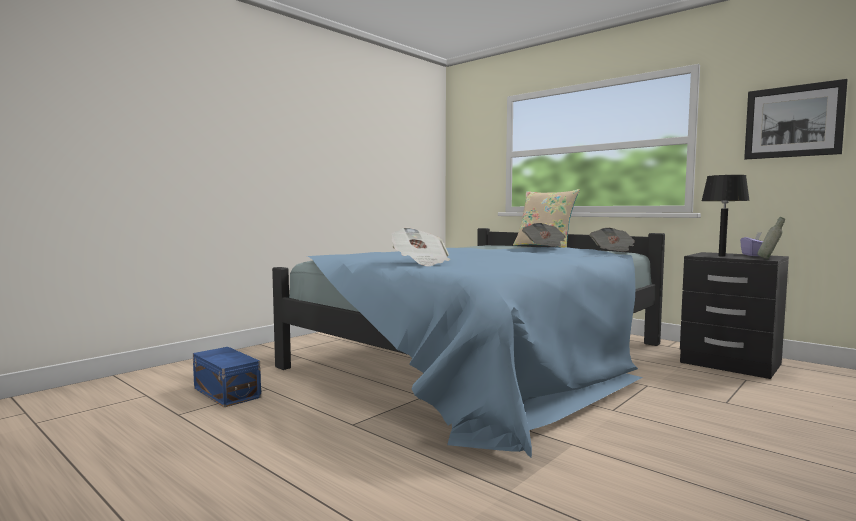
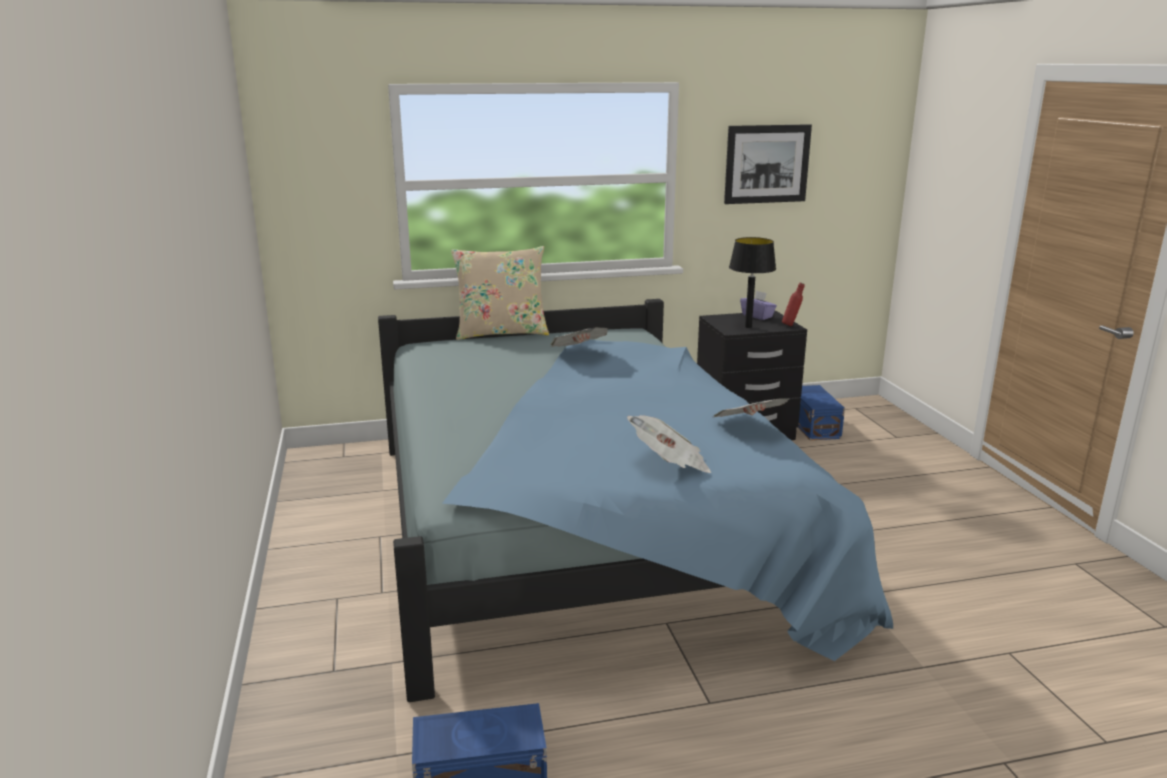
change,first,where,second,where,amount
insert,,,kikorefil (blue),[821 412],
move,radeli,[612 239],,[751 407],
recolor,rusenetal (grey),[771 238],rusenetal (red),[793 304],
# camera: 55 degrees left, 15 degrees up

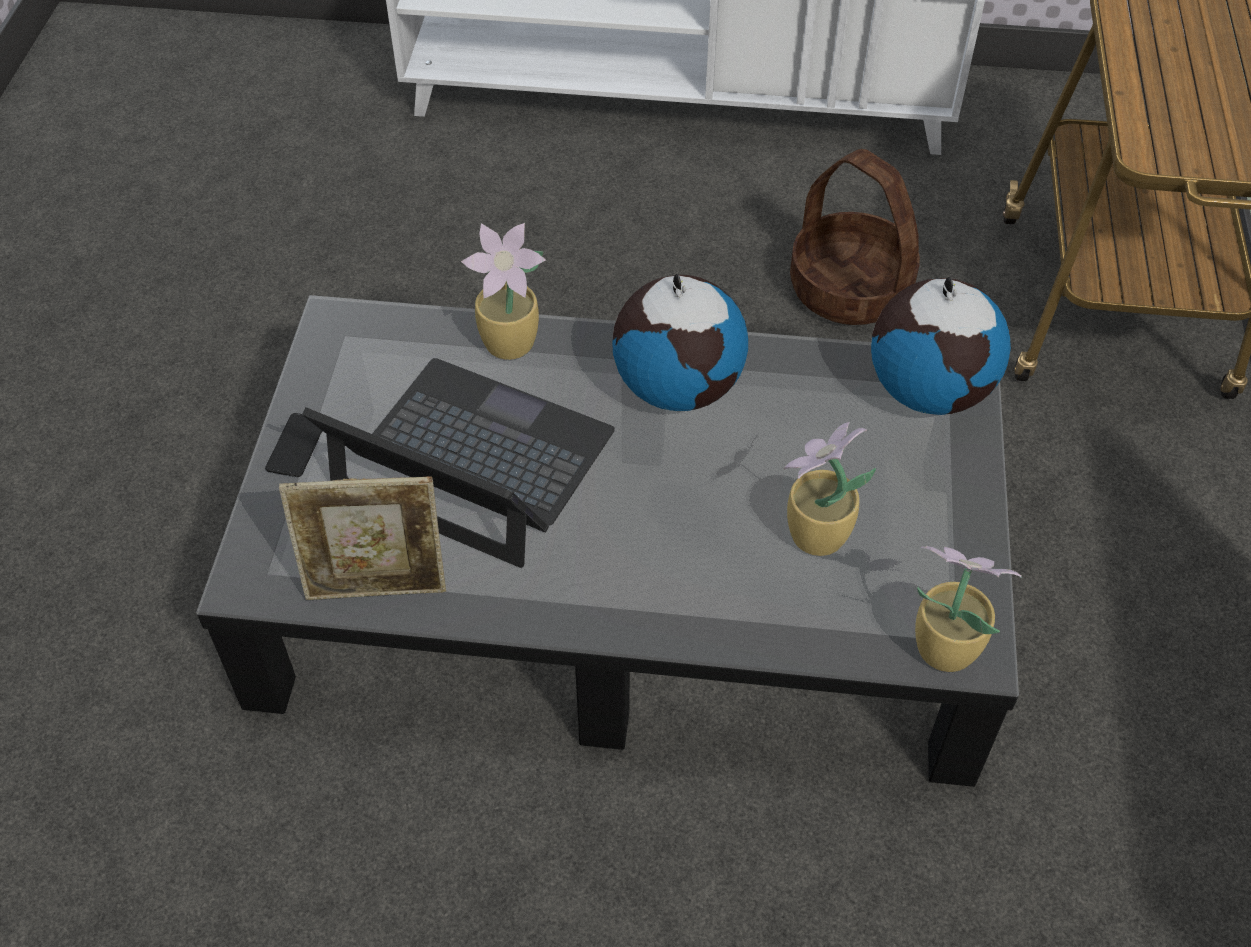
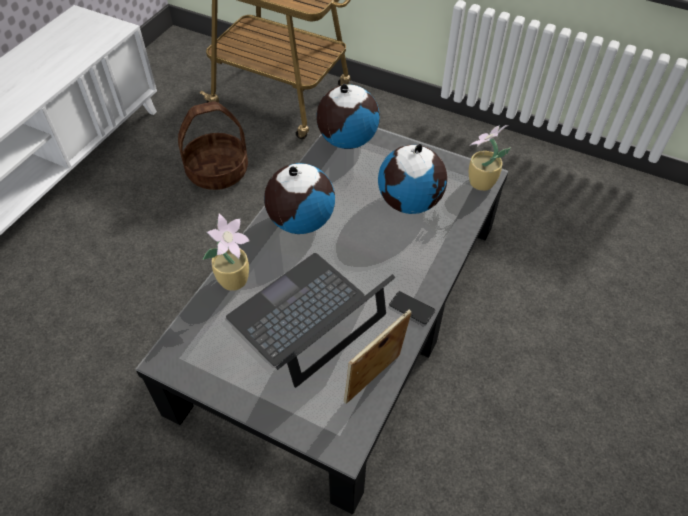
change,first,where,second,where,amount
move,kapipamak,[293 445],,[412 307],
replace,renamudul,[829 489],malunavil,[412 179],
rotate,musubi,[362 538],,[378 356],150 degrees counterclockwise
# camera: 70 degrees left, 0 degrees up

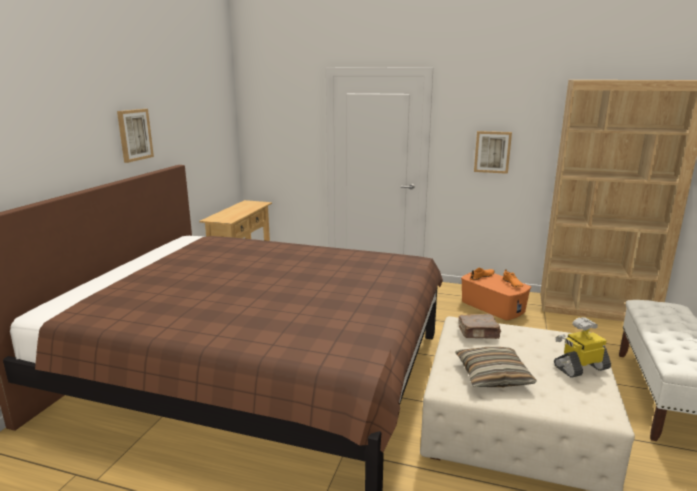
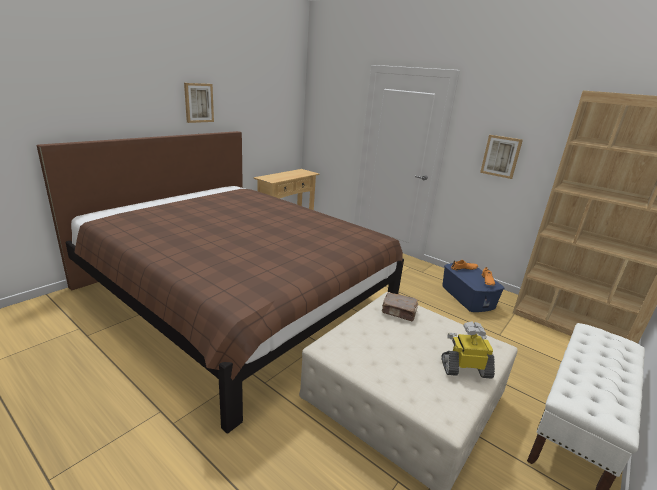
change,first,where,second,where,amount
delete,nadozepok,[496 367],,,
recolor,kikorefil (orange),[496 296],kikorefil (blue),[473 287],
# camera: 20 degrees right, 5 degrees up

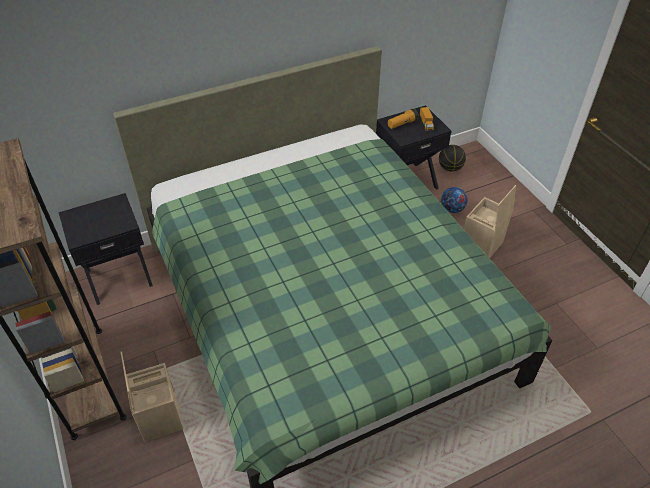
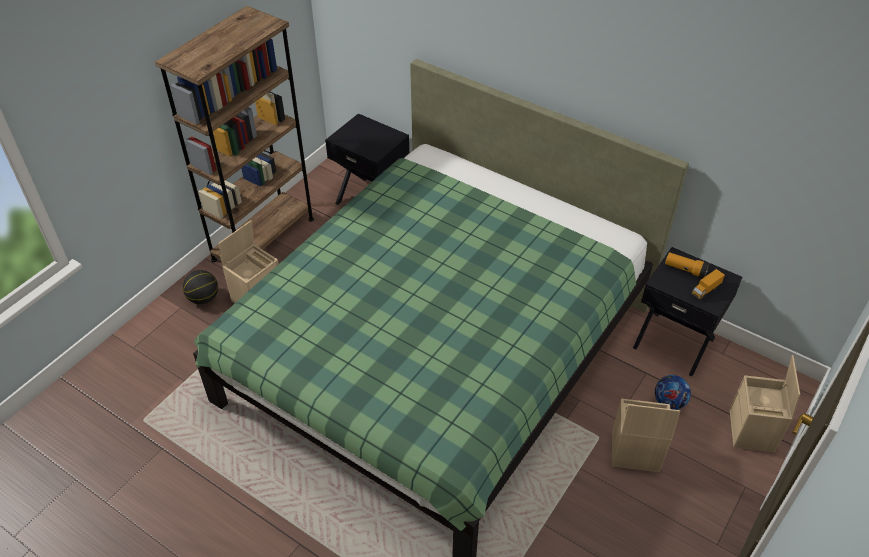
change,first,where,second,where,amount
insert,,,kikorefil (beige),[764 403],
move,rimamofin,[452 158],,[200 287],
# camera: 60 degrees right, 0 degrees up

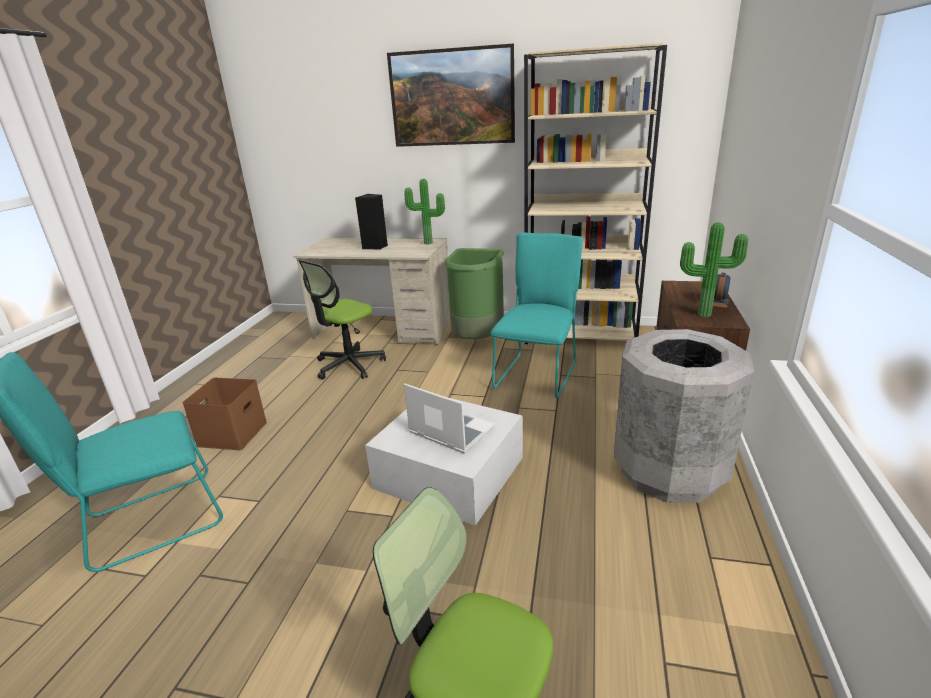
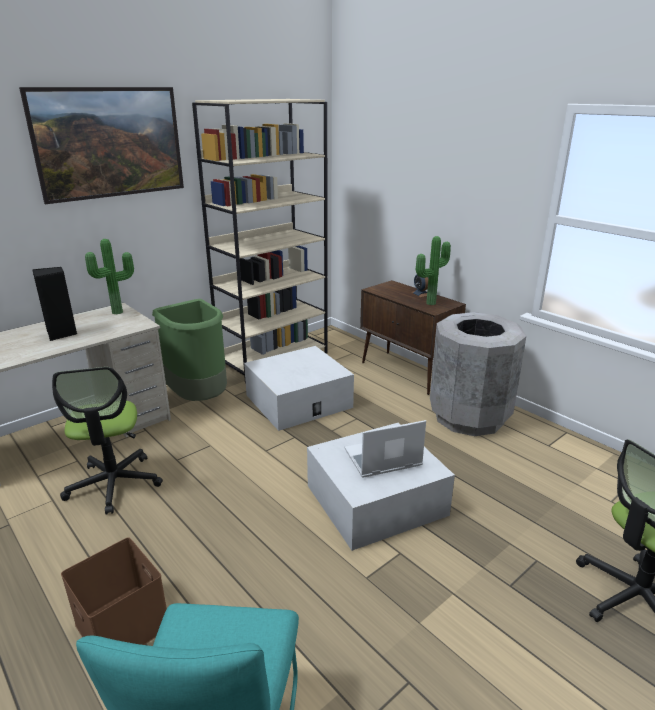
change,first,where,second,where,amount
replace,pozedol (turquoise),[536 315],kikorefil (white),[299 388],
# camera: 55 degrees left, 0 degrees up

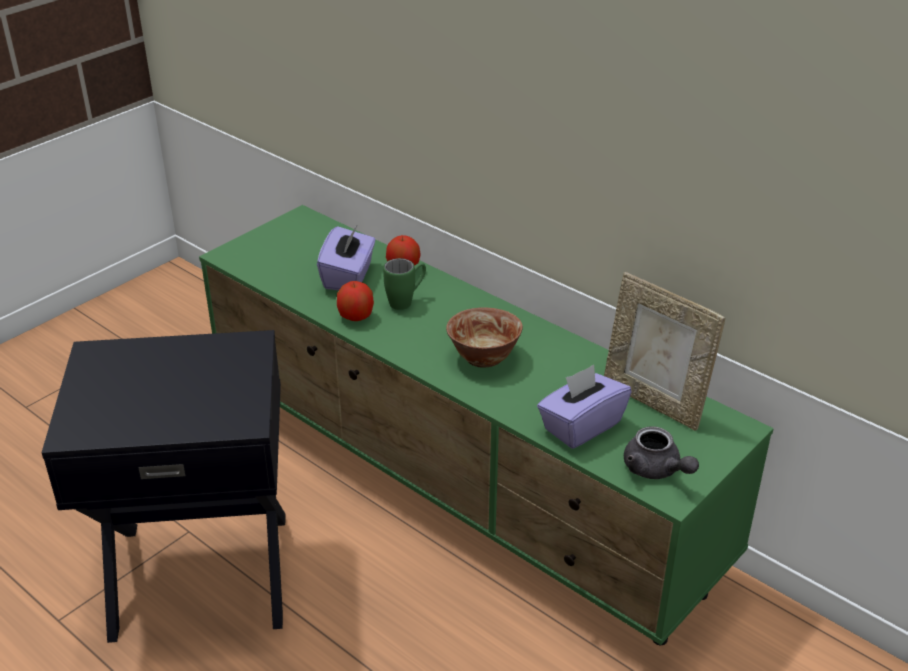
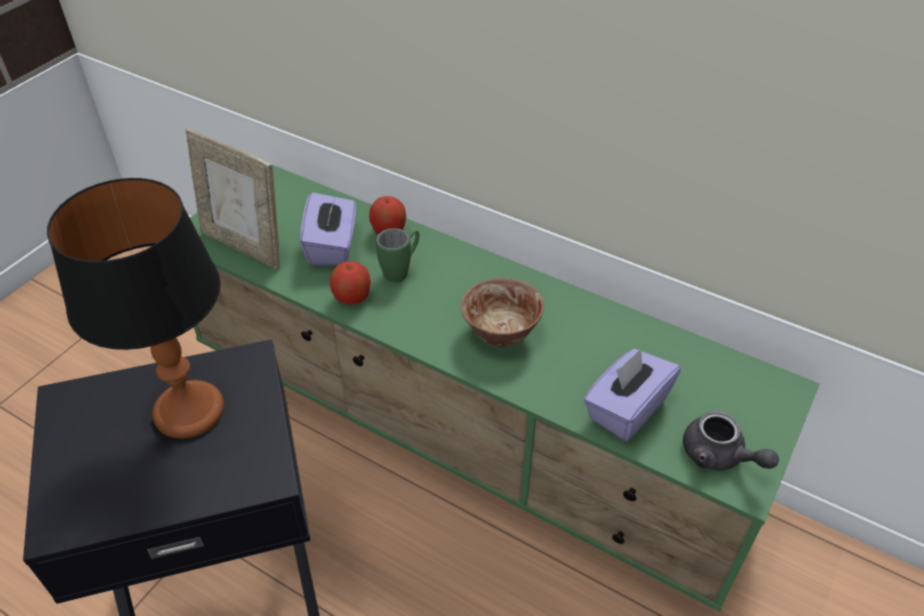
change,first,where,second,where,amount
insert,,,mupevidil,[135 308],
move,musubi,[664 351],,[233 199],
# camera: 10 degrees left, 10 degrees up

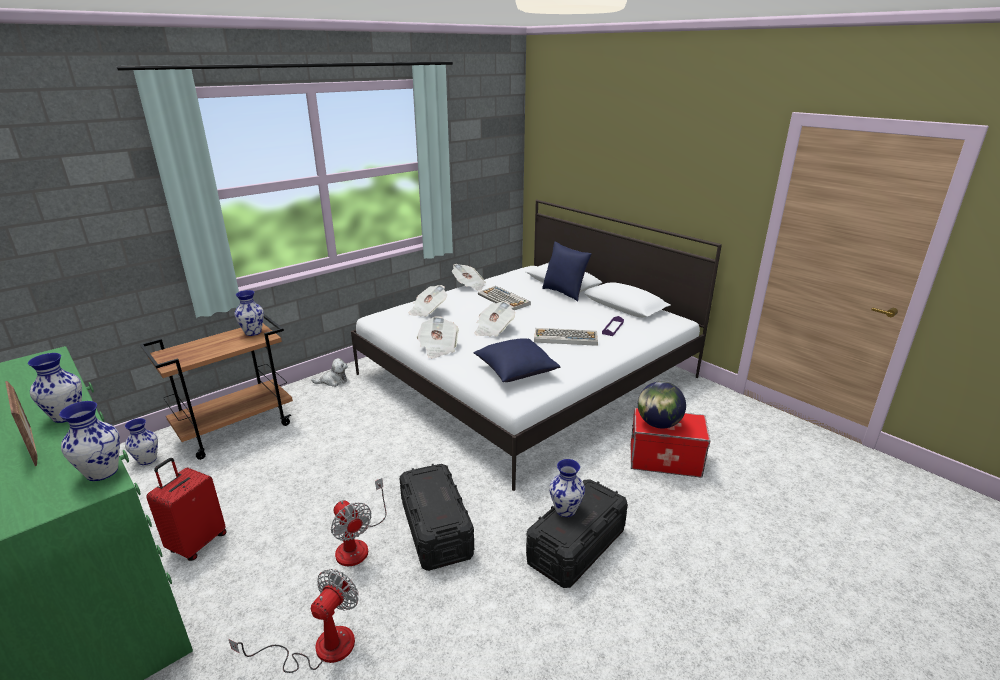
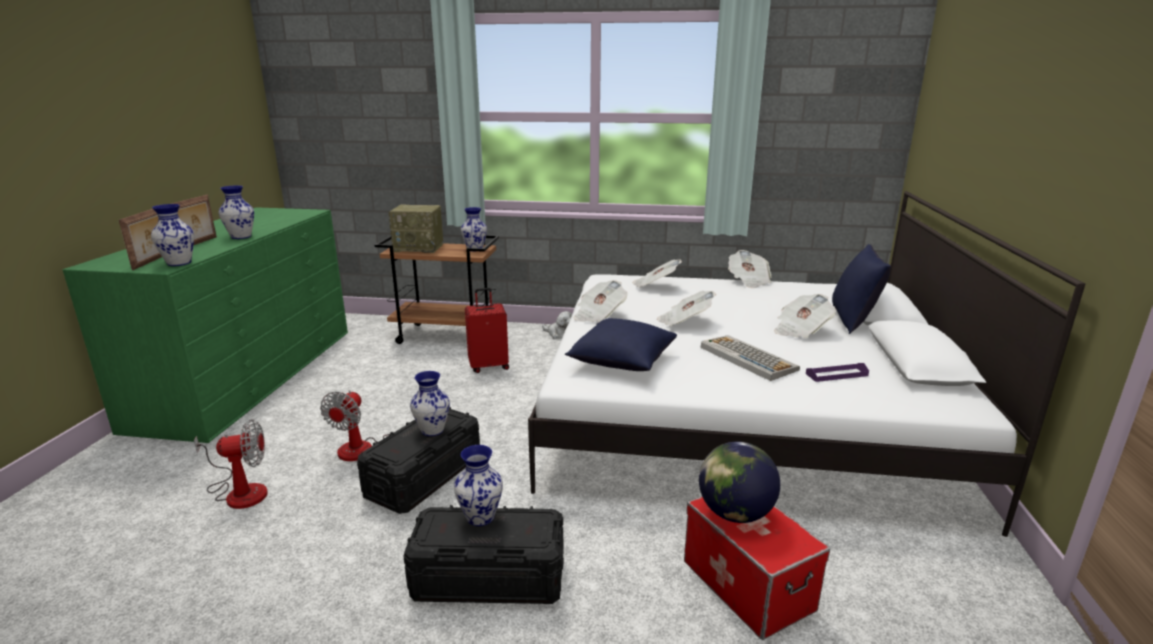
change,first,where,second,where,amount
delete,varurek,[504 298],,,
insert,,,musubi,[140 239],
insert,,,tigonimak,[415 229],
insert,,,radeli,[805 316],
move,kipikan,[141 441],,[430 403],
move,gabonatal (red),[186 509],,[487 330],
# camera: 50 degrees right, 5 degrees down

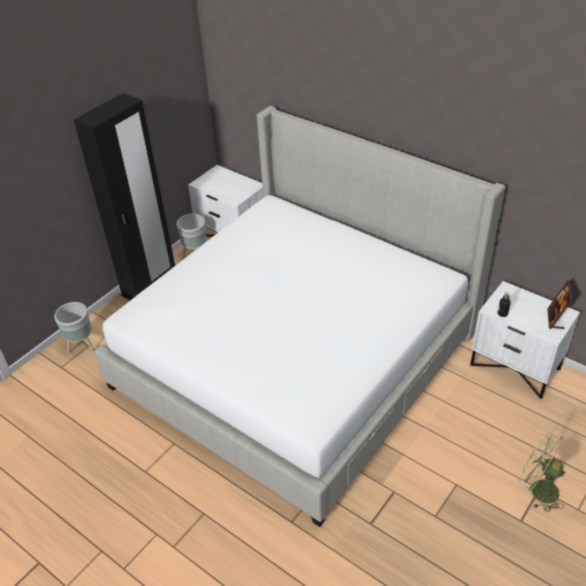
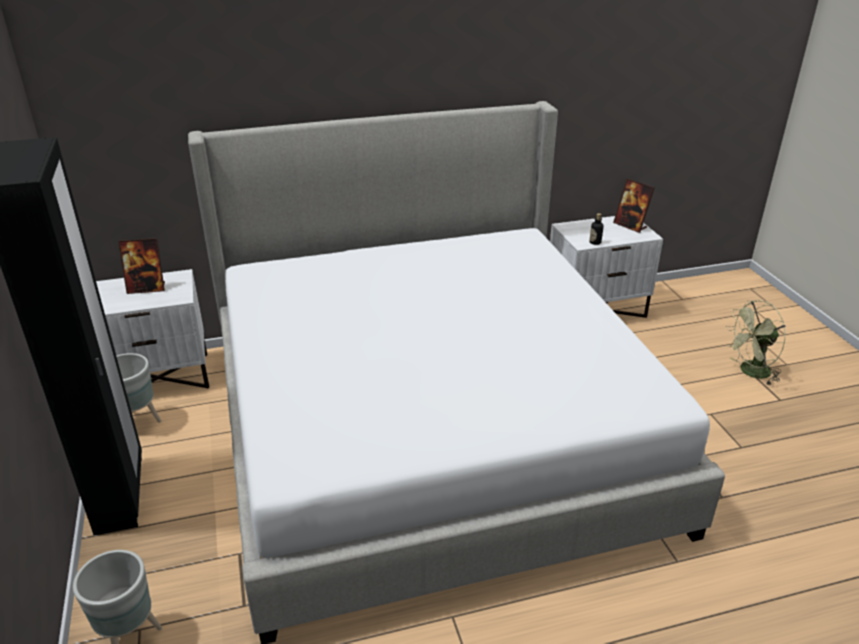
change,first,where,second,where,amount
insert,,,musubi,[141 266],
# camera: 55 degrees left, 10 degrees down

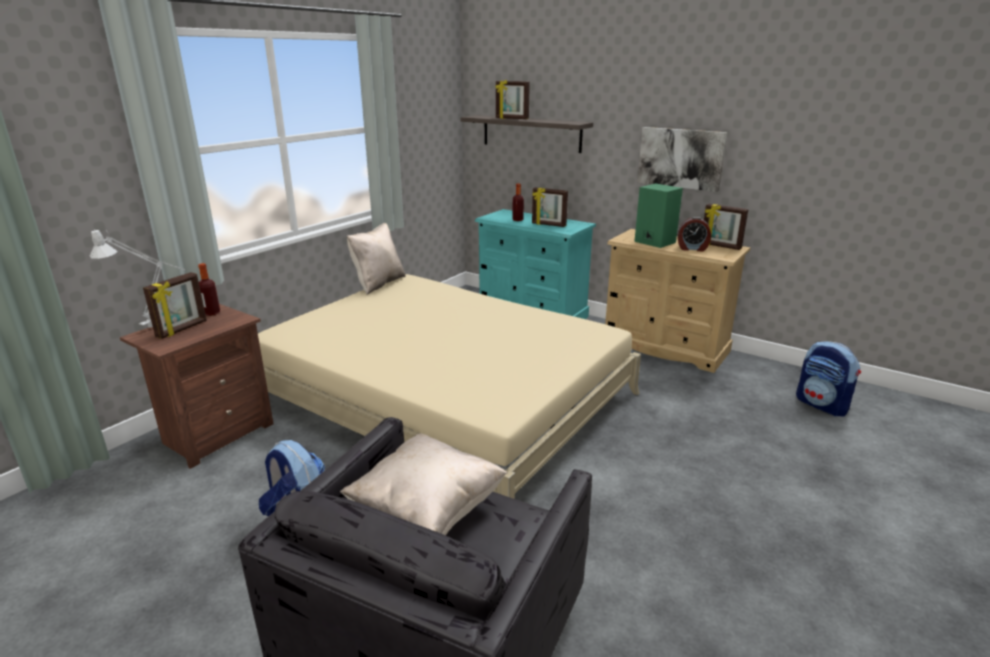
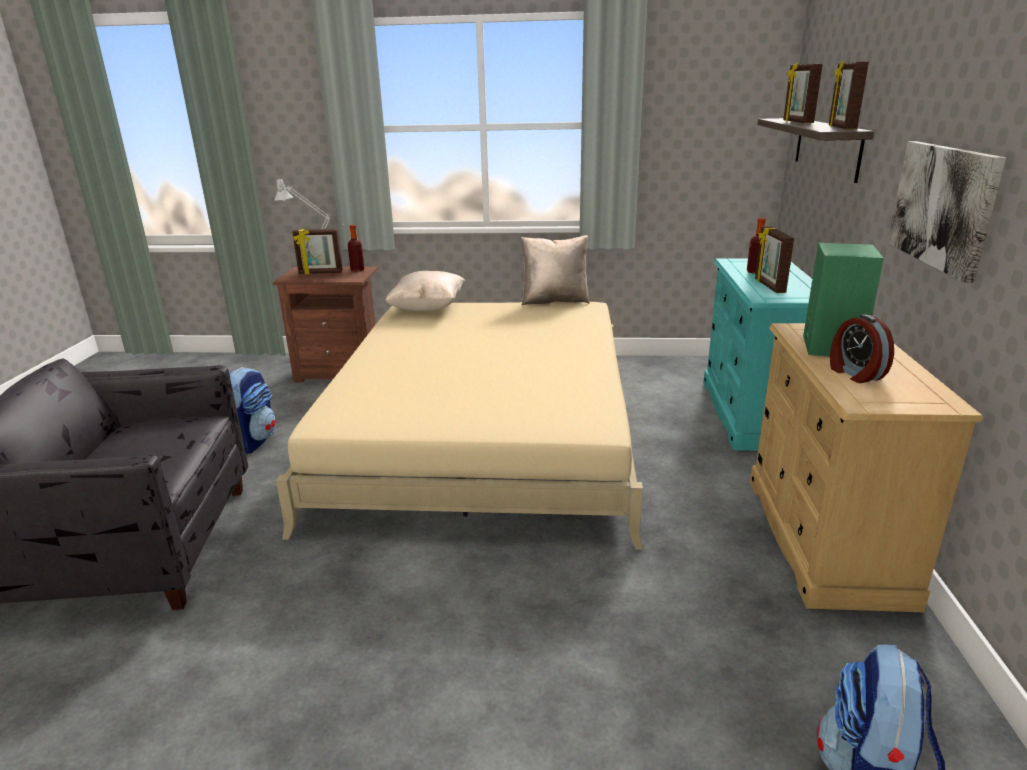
change,first,where,second,where,amount
move,nadozepok (beige),[424 484],,[425 291],
move,musubi,[726 227],,[849 94],
# camera: 60 degrees right, 0 degrees up

